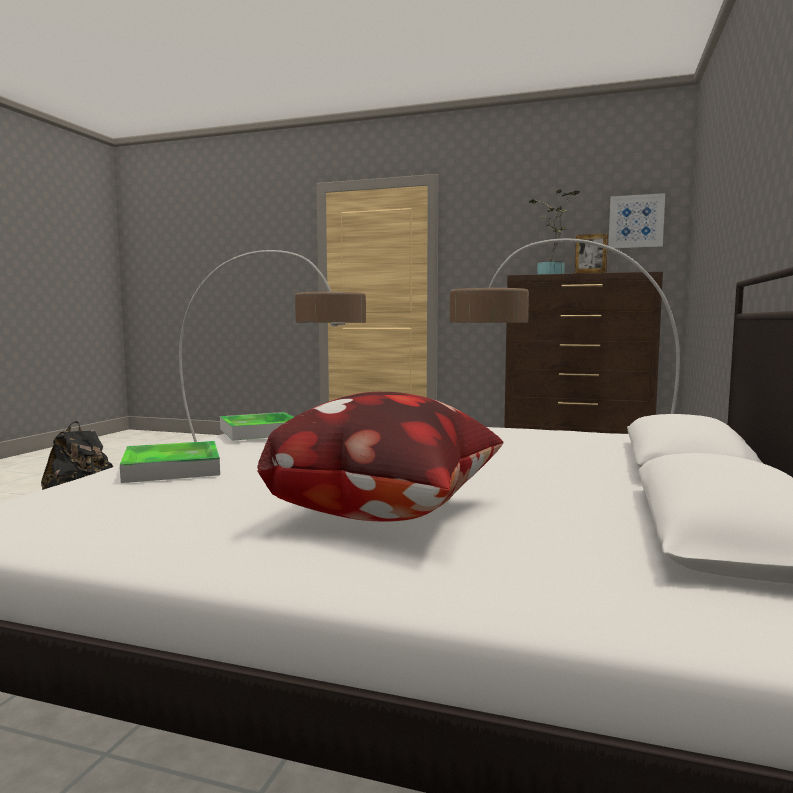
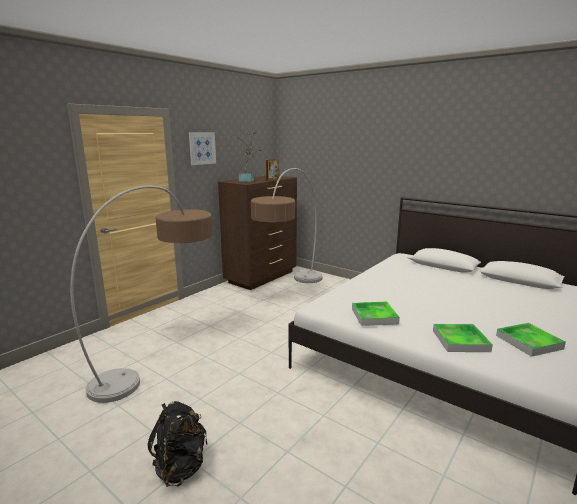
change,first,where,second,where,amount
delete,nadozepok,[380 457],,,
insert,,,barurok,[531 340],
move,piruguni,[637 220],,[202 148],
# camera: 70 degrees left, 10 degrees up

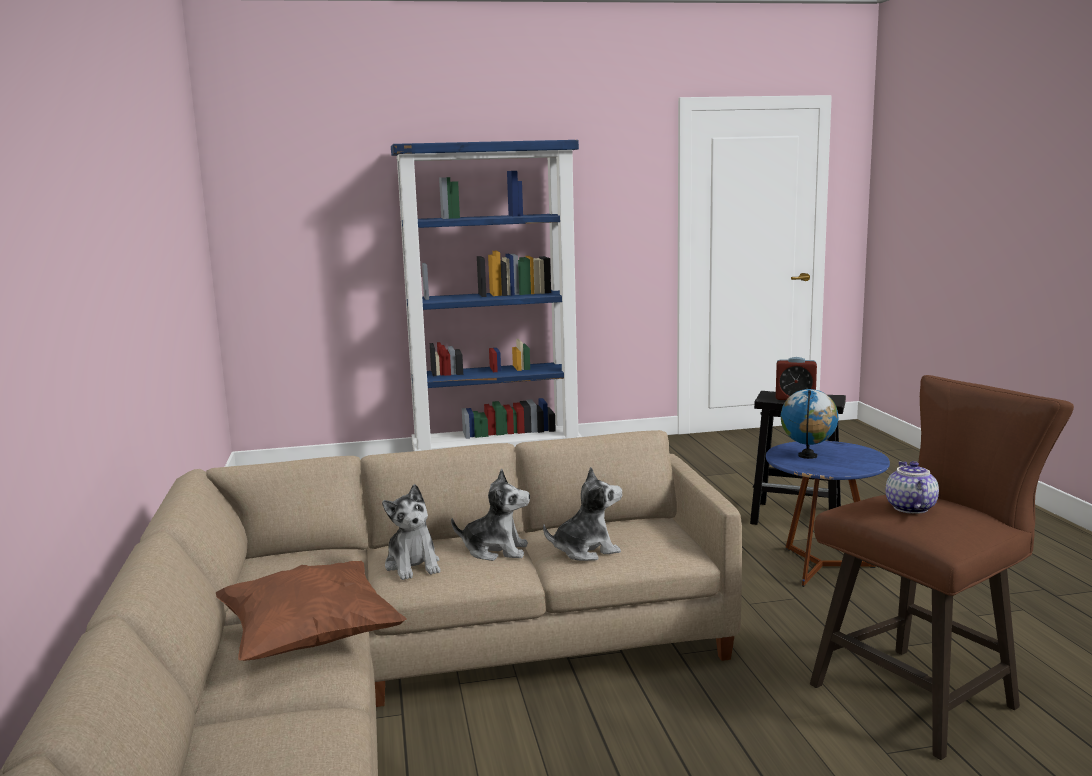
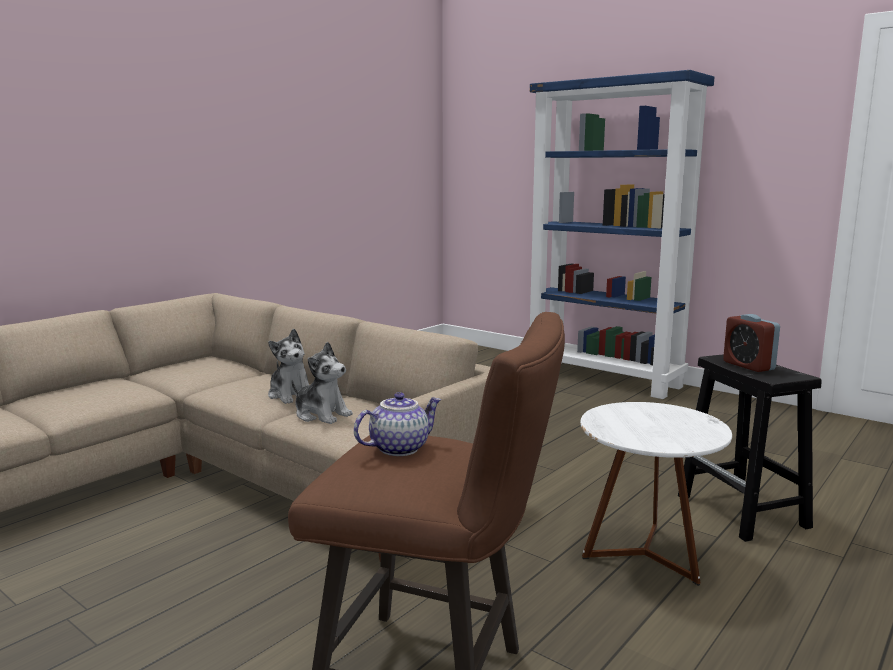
change,first,where,second,where,amount
delete,nadozepok (brown),[311 611],,,
delete,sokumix,[411 532],,,
delete,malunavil,[810 424],,,
recolor,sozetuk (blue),[828 514],sozetuk (white),[656 494],
# camera: 50 degrees right, 0 degrees up

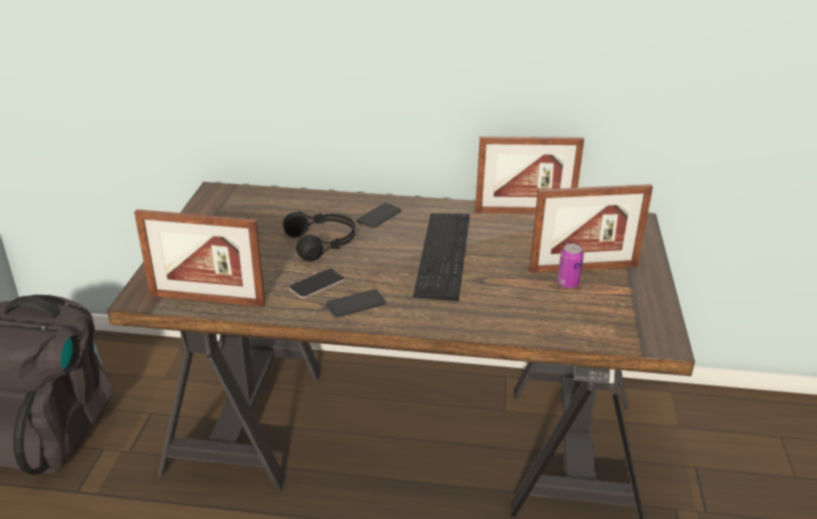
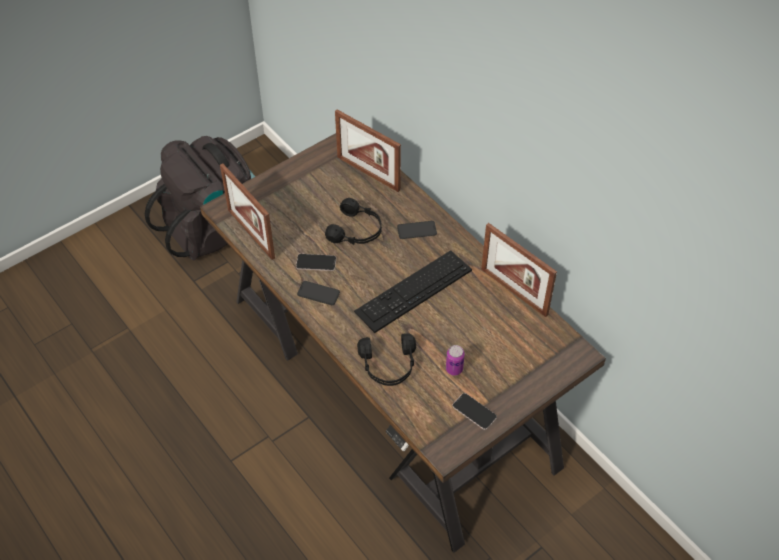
change,first,where,second,where,amount
insert,,,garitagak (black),[386 359],
insert,,,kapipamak,[474 411],
move,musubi,[591 228],,[368 150],
# camera: 45 degrees right, 20 degrees up

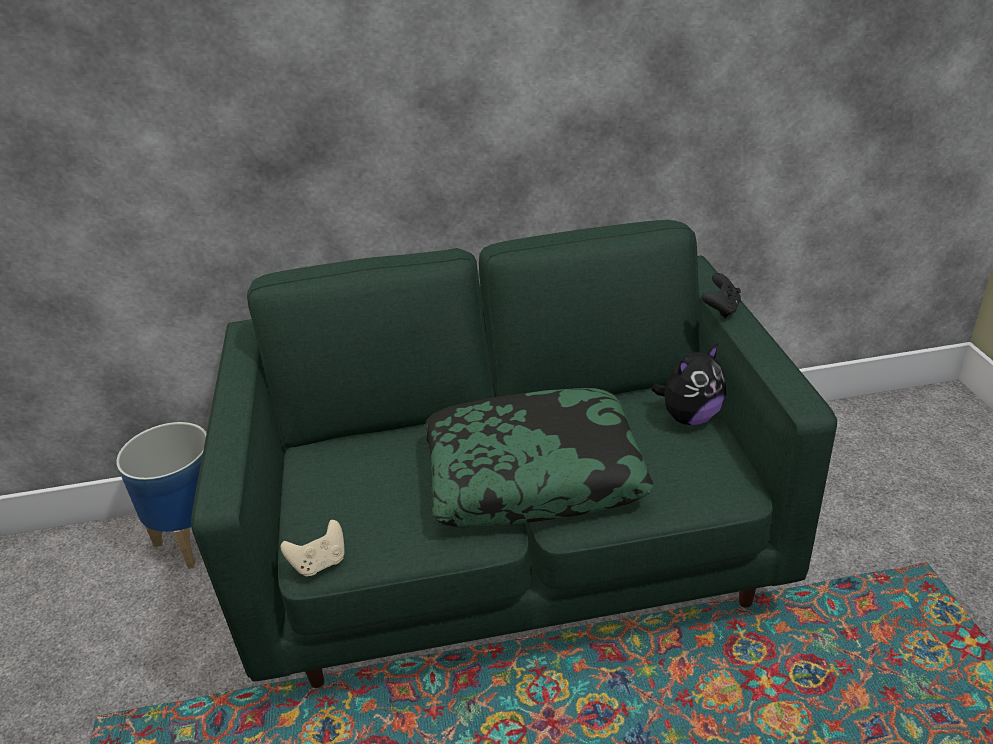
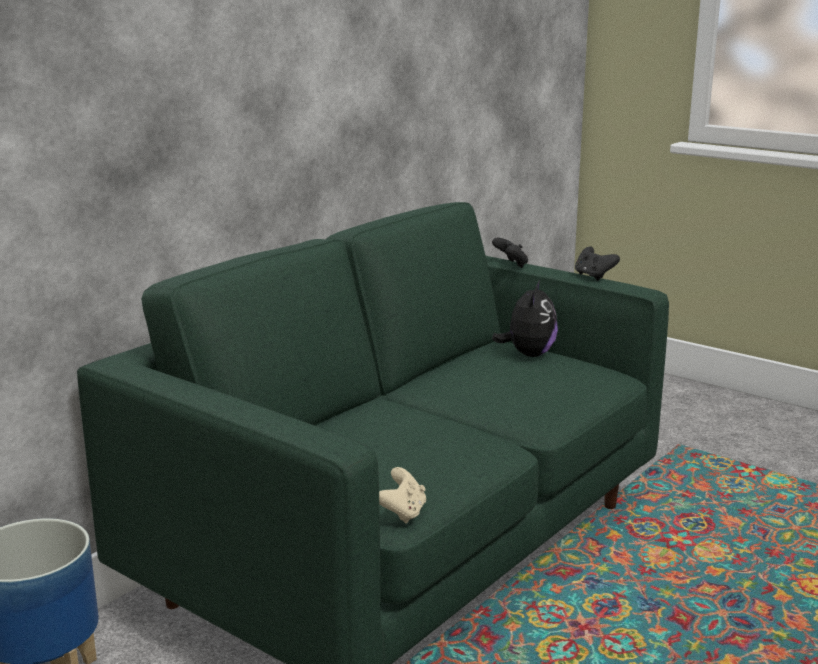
change,first,where,second,where,amount
delete,nadozepok,[539 457],,,
insert,,,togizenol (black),[597 263],
# camera: 45 degrees left, 15 degrees down

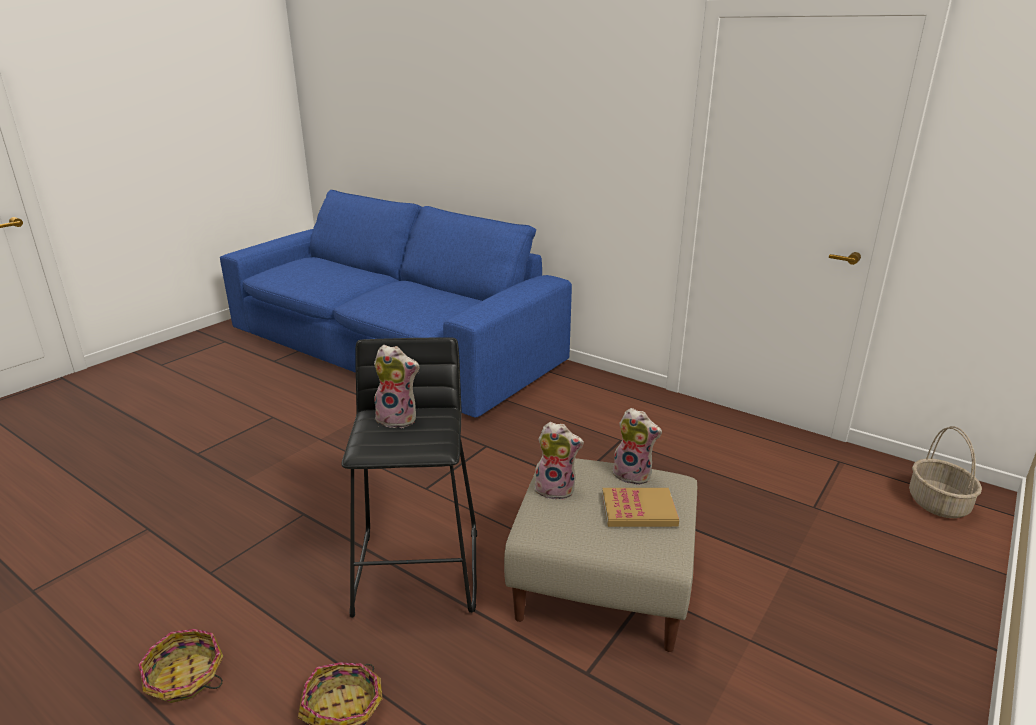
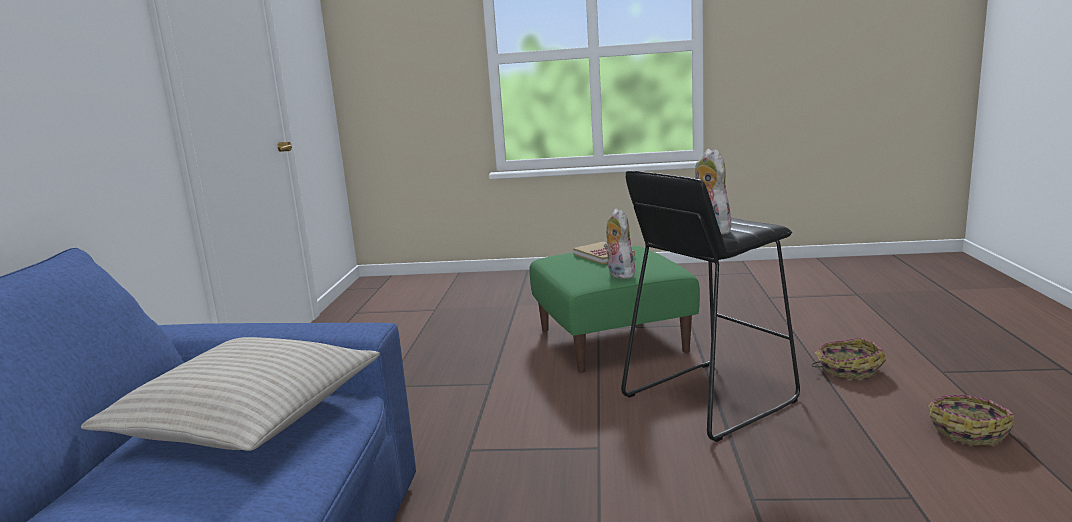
change,first,where,second,where,amount
delete,sokumix,[635 446],,,
delete,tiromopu,[945 472],,,
insert,,,nadozepok (beige),[230 394],
recolor,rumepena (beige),[600 555],rumepena (green),[614 309],
# camera: 120 degrees left, 10 degrees down

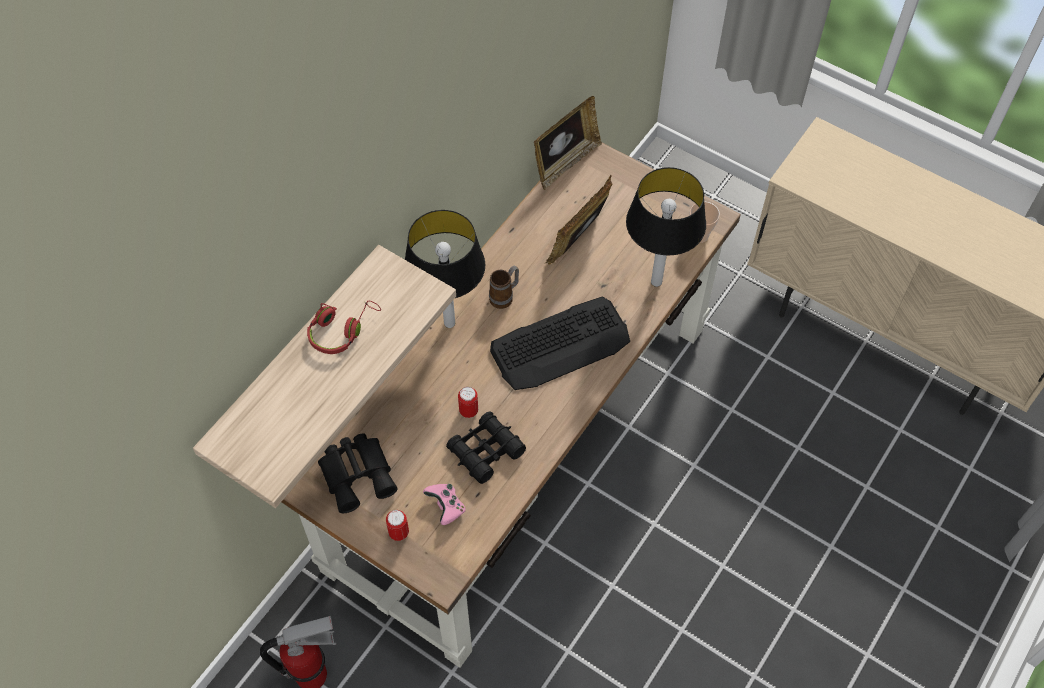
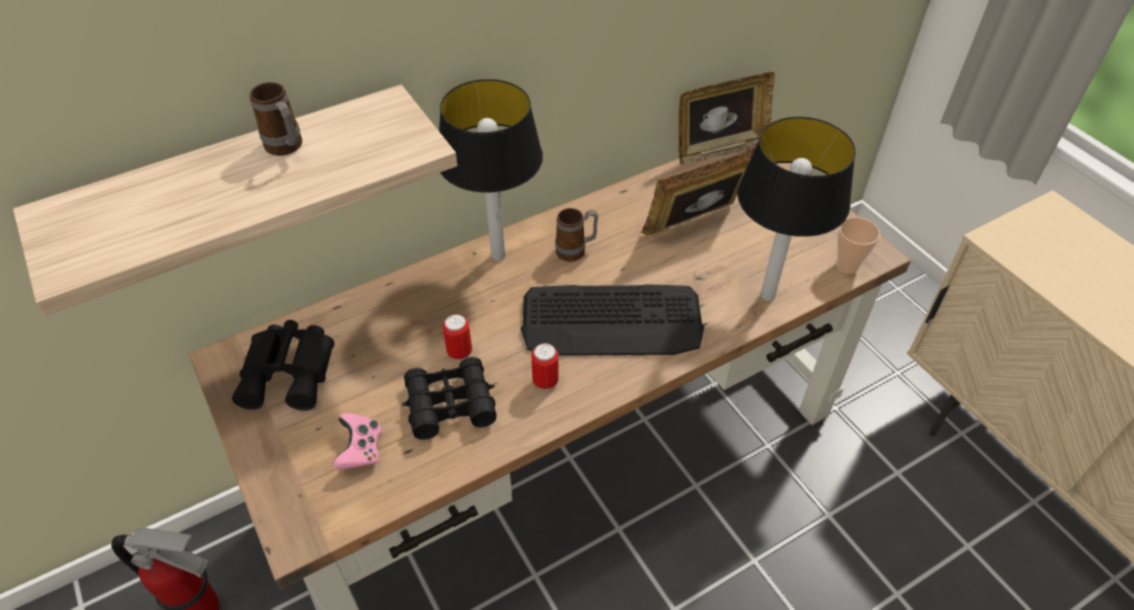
change,first,where,second,where,amount
move,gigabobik,[397 525],,[545 366],
replace,garitagak (red),[344 327],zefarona,[276 119],
# camera: 25 degrees right, 10 degrees down

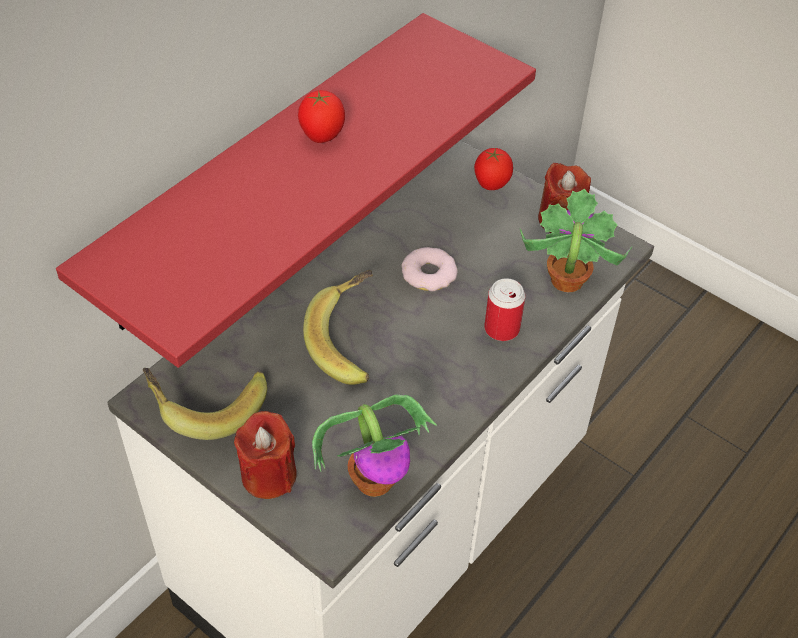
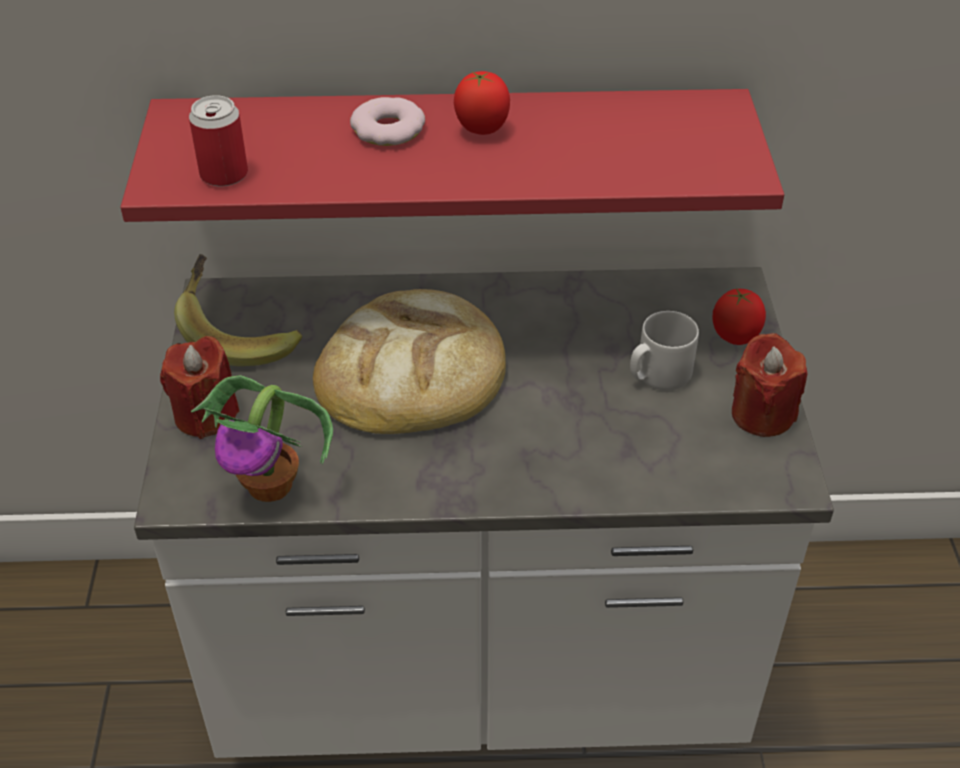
change,first,where,second,where,amount
delete,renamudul,[576 240],,,
insert,,,zefarona (grey),[664 351],
move,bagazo,[429 269],,[387 121],
move,gigabobik,[504 309],,[218 140],
replace,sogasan,[338 327],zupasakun,[409 361],
# camera: 50 degrees right, 5 degrees down

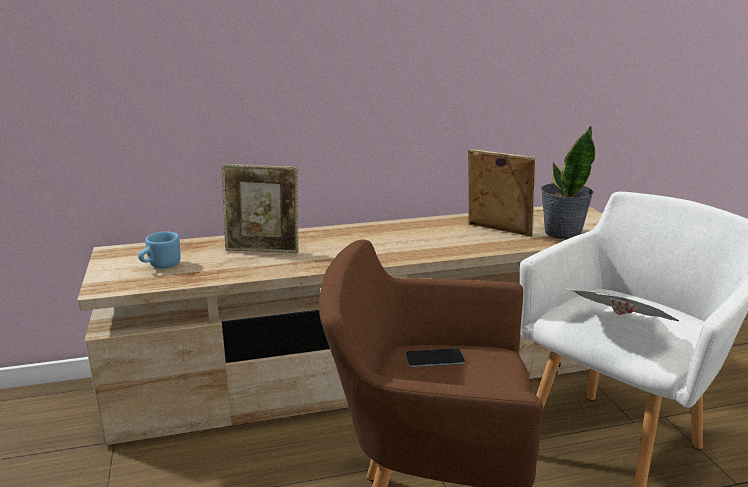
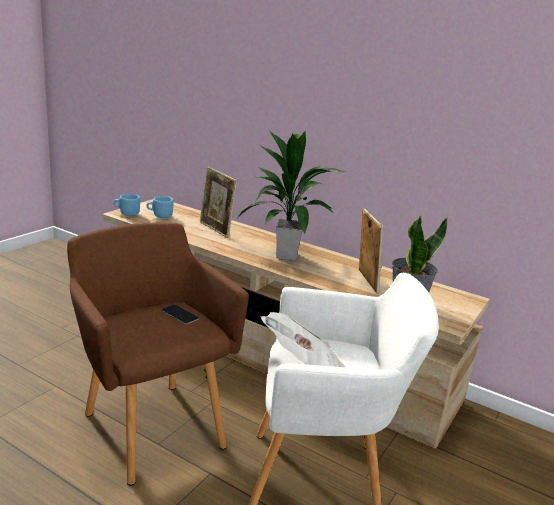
change,first,where,second,where,amount
insert,,,zefarona (blue),[127 205],
insert,,,renamudul,[291 195],
# camera: 45 degrees right, 0 degrees up

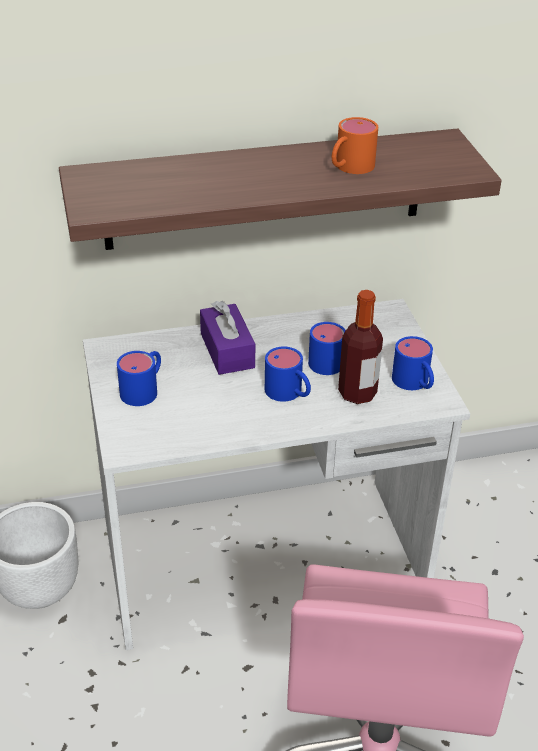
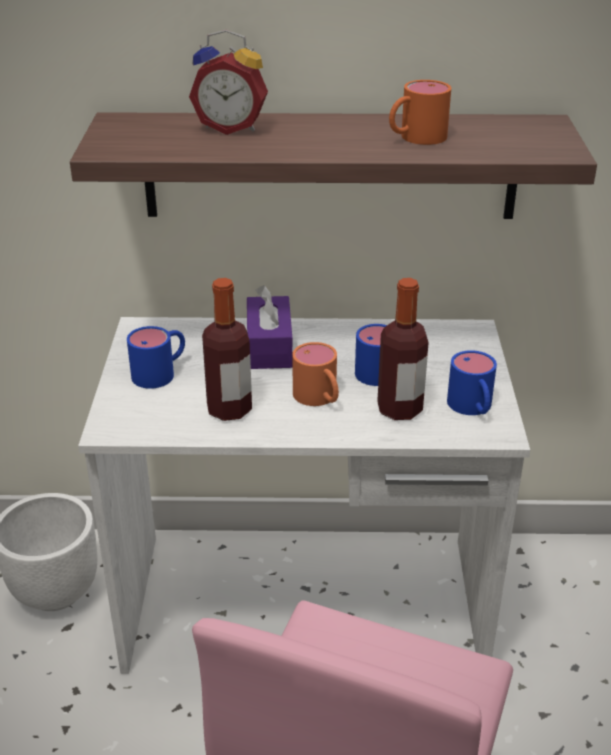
change,first,where,second,where,amount
insert,,,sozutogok,[228 82],
insert,,,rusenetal,[227 349],
recolor,zefarona (blue),[288 374],zefarona (orange),[315 374],
# camera: 15 degrees right, 5 degrees down

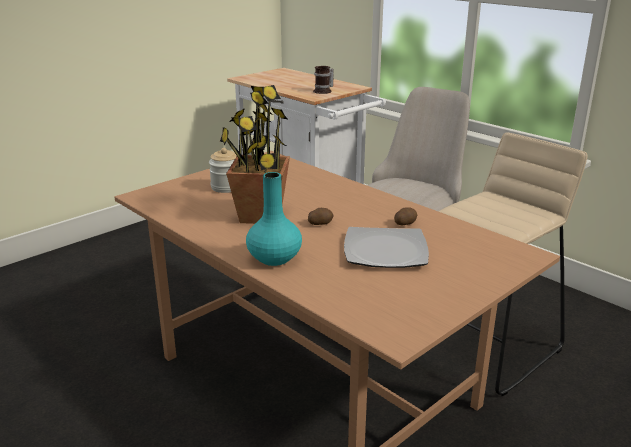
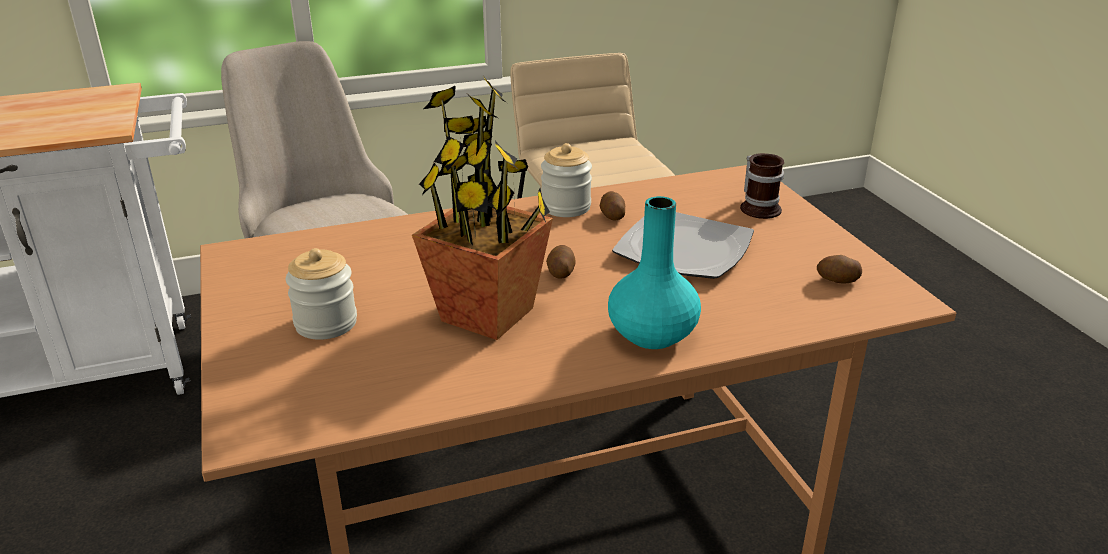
change,first,where,second,where,amount
insert,,,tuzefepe,[566 180],
insert,,,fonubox,[839 269],
move,zefarona,[323 80],,[762 186],
# camera: 65 degrees left, 5 degrees up

